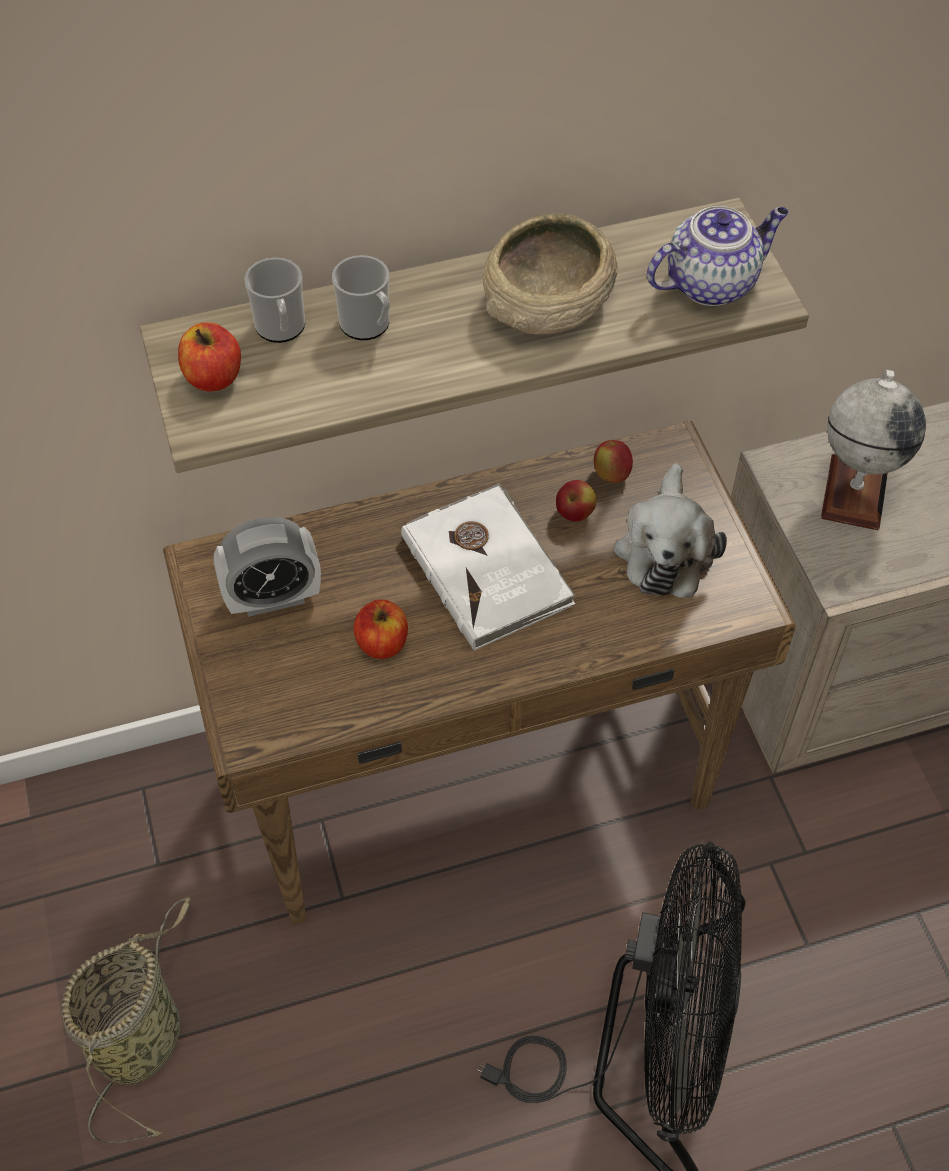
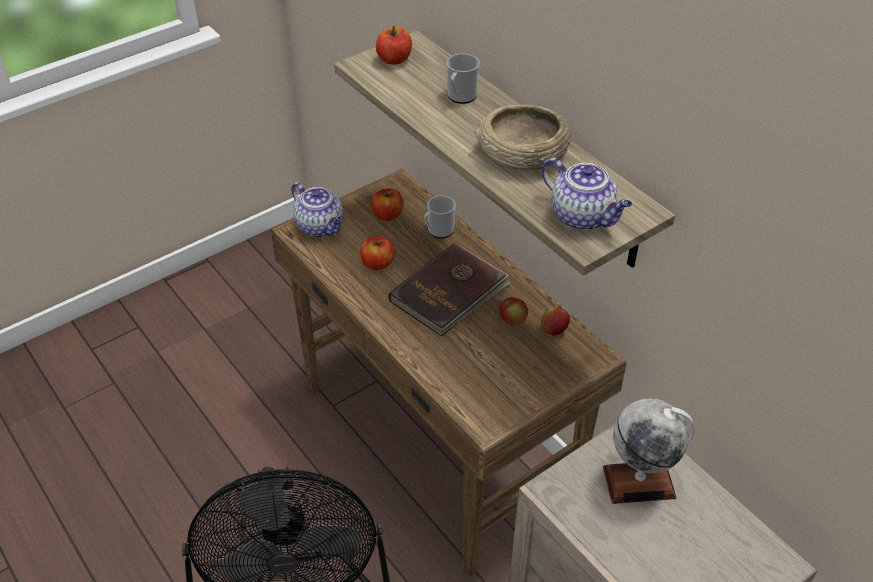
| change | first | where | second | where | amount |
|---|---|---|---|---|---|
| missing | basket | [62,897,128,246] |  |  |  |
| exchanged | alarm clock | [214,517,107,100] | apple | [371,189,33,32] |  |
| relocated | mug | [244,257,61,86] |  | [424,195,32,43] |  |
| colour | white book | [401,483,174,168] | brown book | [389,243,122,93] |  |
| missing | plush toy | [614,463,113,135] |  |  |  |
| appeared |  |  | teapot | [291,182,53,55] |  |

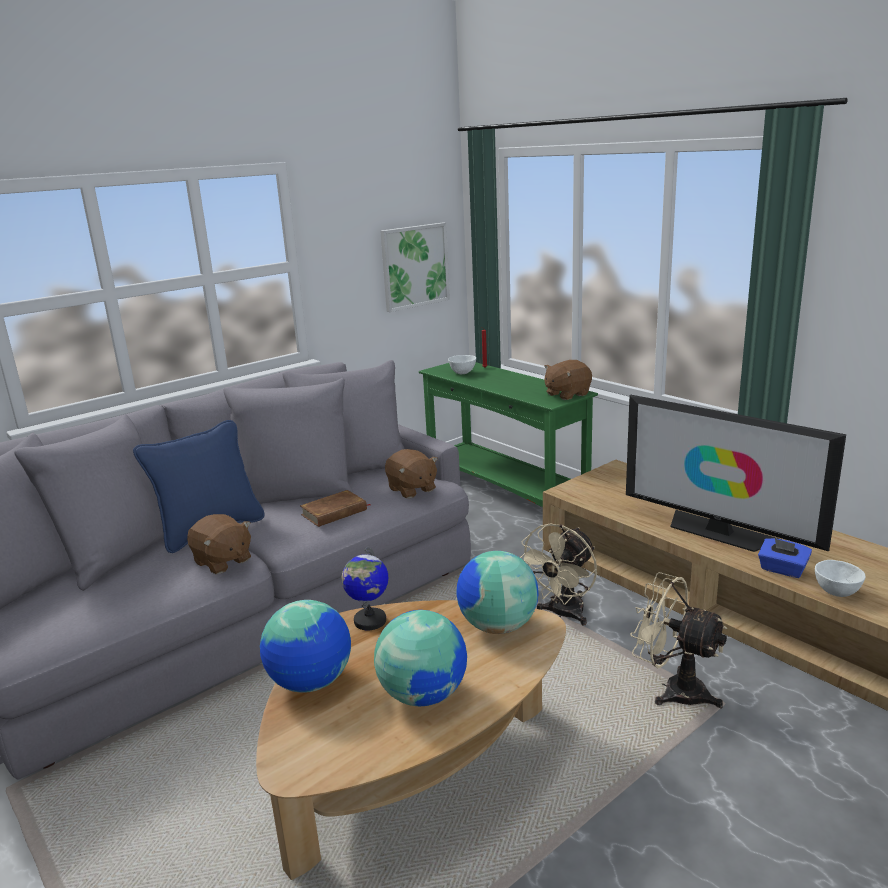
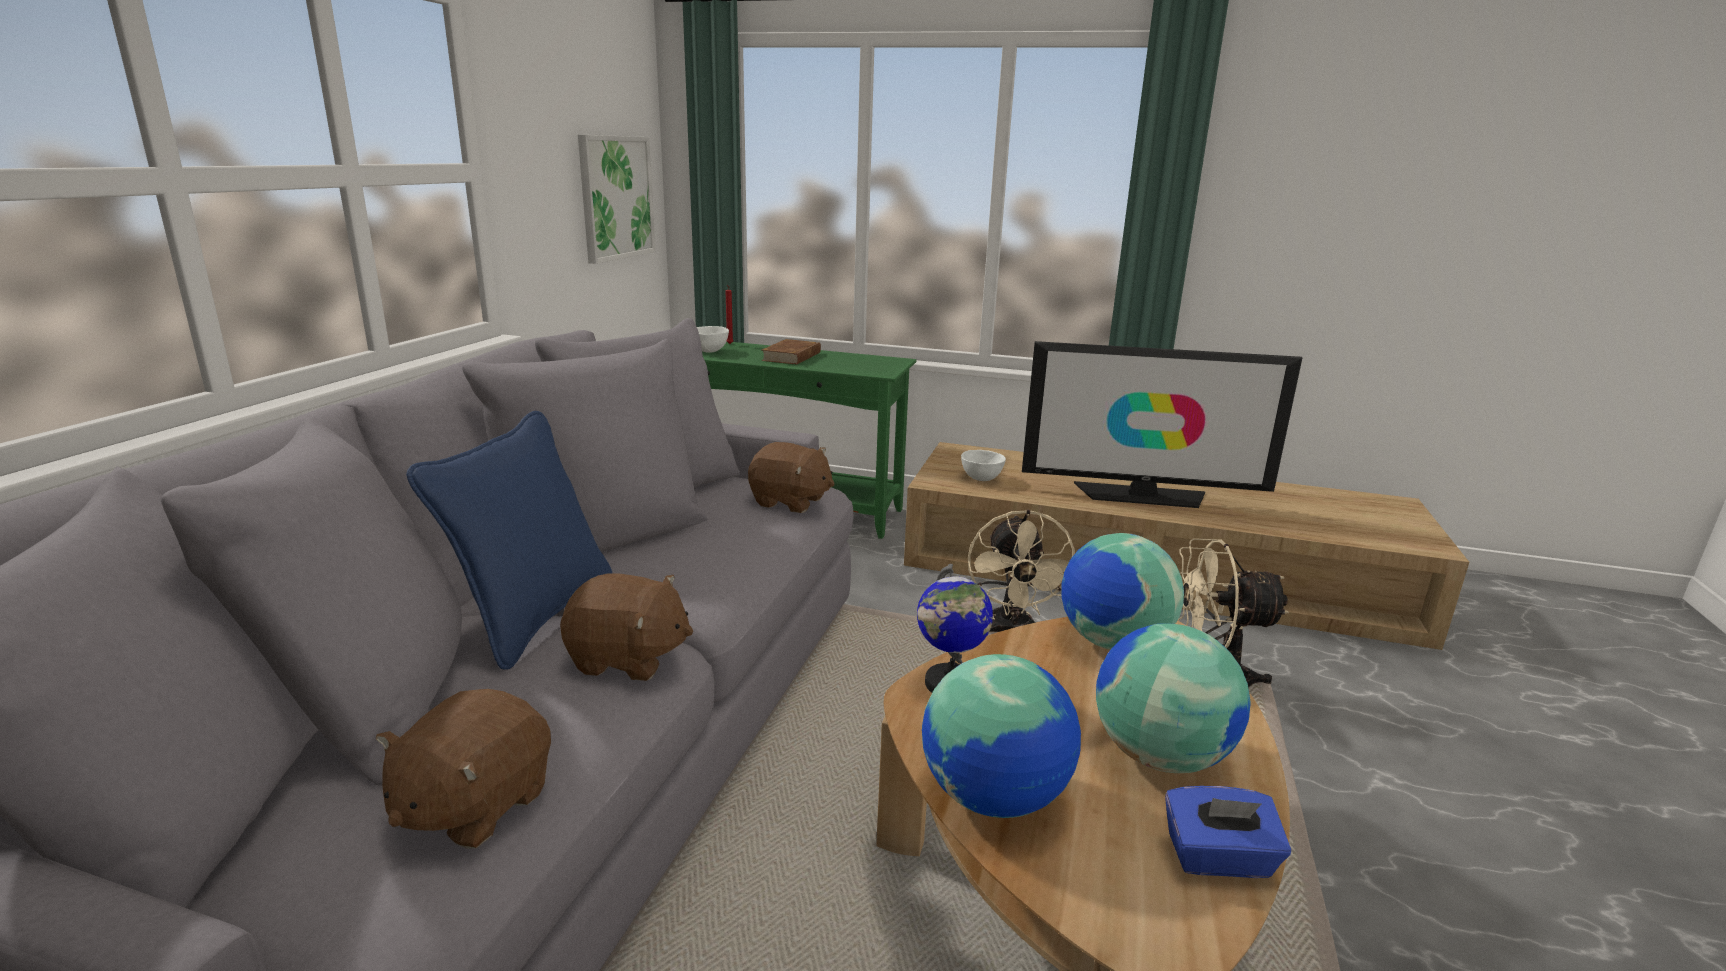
| change | first | where | second | where | amount |
|---|---|---|---|---|---|
| relocated | brown book | [300,490,70,37] |  | [761,339,60,26] |  |
| relocated | brown plush toy | [544,360,48,40] |  | [376,689,175,160] |  |
| relocated | blue tissue box | [758,538,54,40] |  | [1165,786,126,92] |  |
| relocated | white bowl | [815,560,50,37] |  | [961,450,45,31] |  |

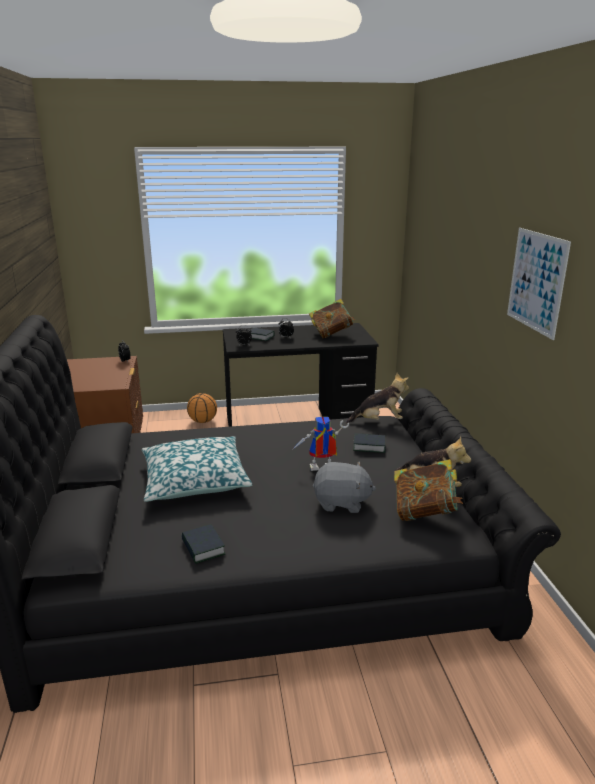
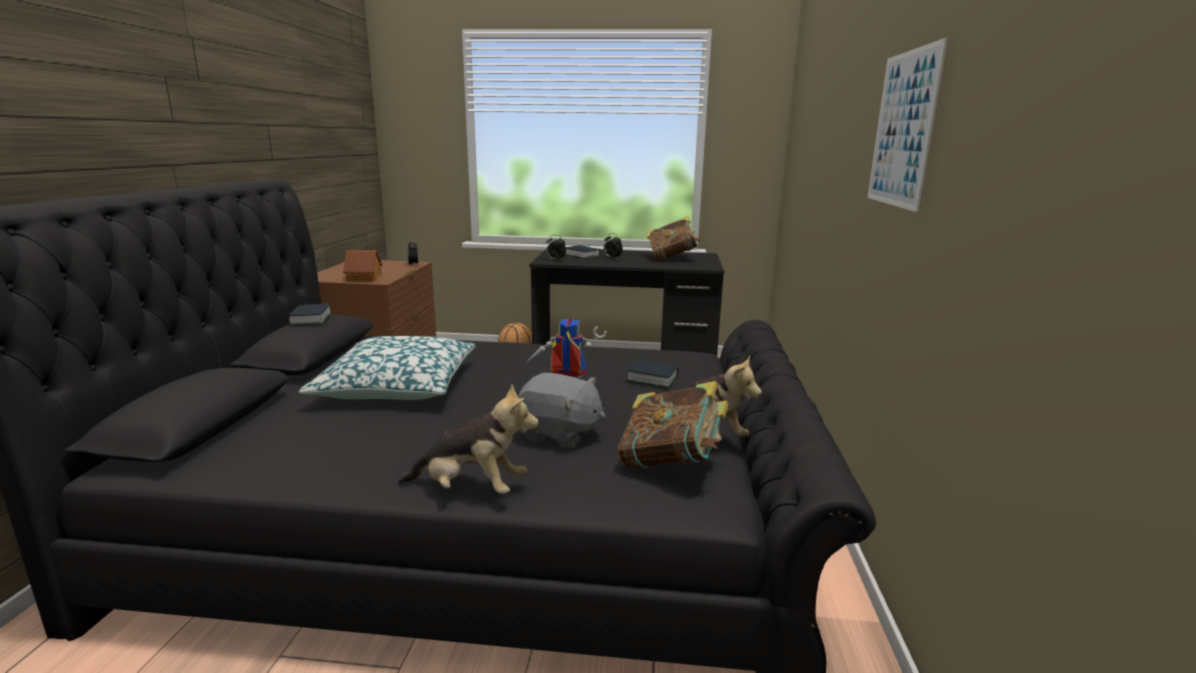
| change | first | where | second | where | amount |
|---|---|---|---|---|---|
| relocated | book | [181,524,44,40] |  | [288,304,44,22] |  |
| relocated | plush toy | [346,373,63,51] |  | [398,384,141,110] |  |
| appeared |  |  | toy house | [343,250,39,32] |  |

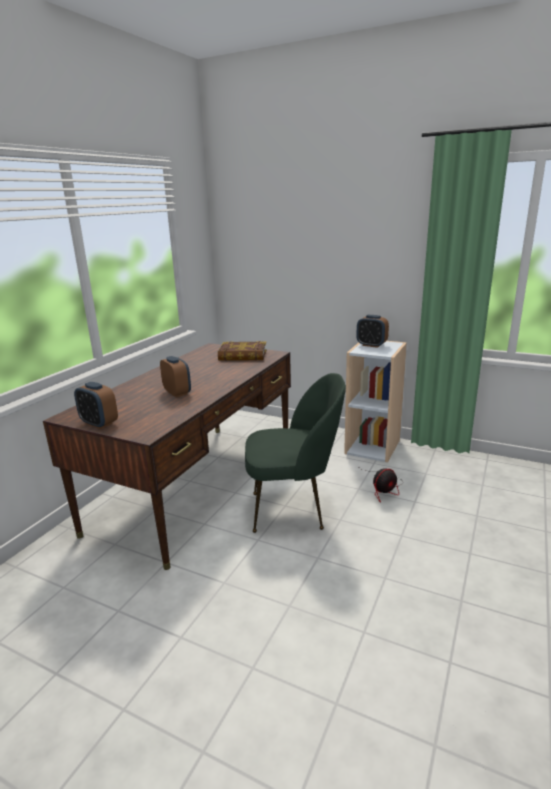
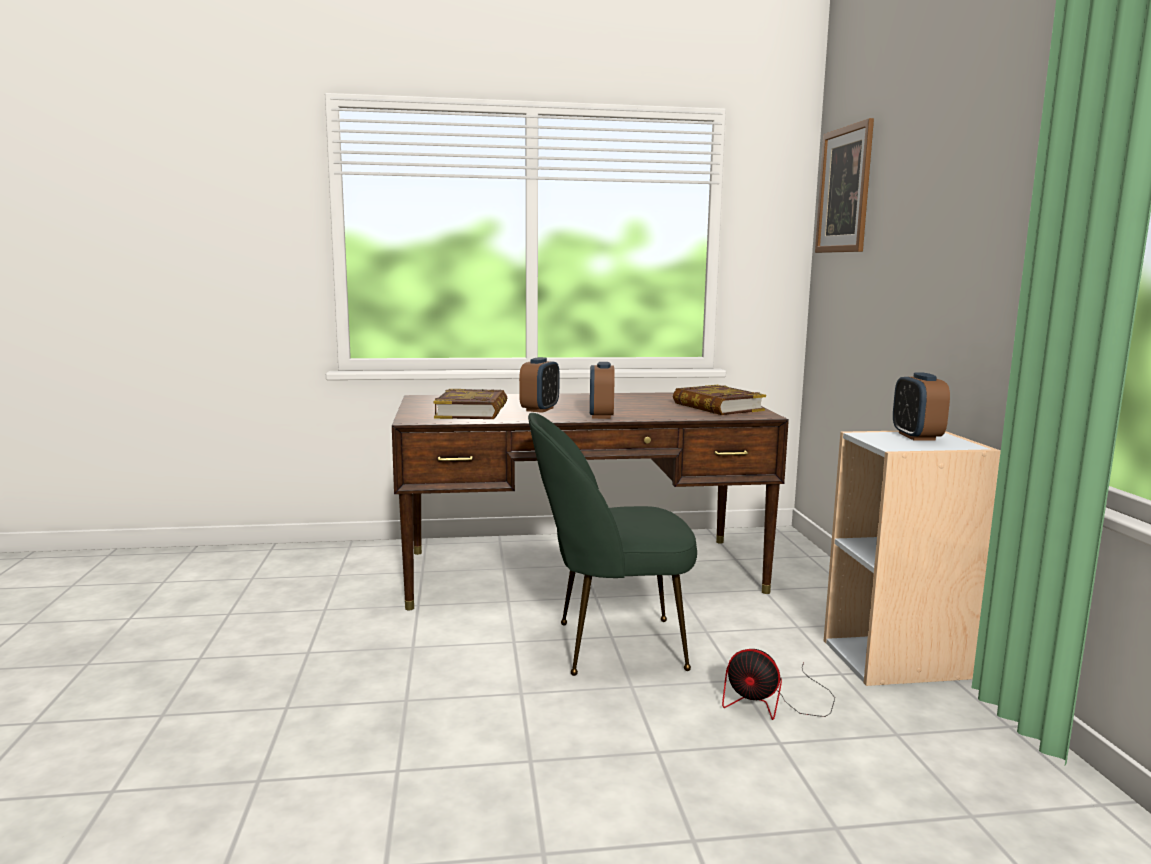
| change | first | where | second | where | amount |
|---|---|---|---|---|---|
| relocated | alarm clock | [74,382,44,47] |  | [590,362,25,57] |  |
| spun | green chair | [245,373,101,160] |  | [528,413,169,263] | 120 degrees clockwise |
| appeared |  |  | book | [434,389,73,30] |  |
| appeared |  |  | picture | [815,118,59,135] |  |

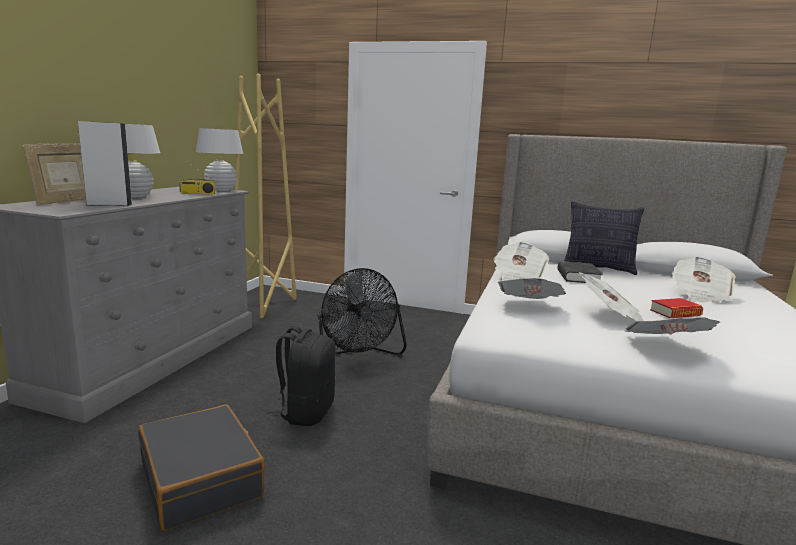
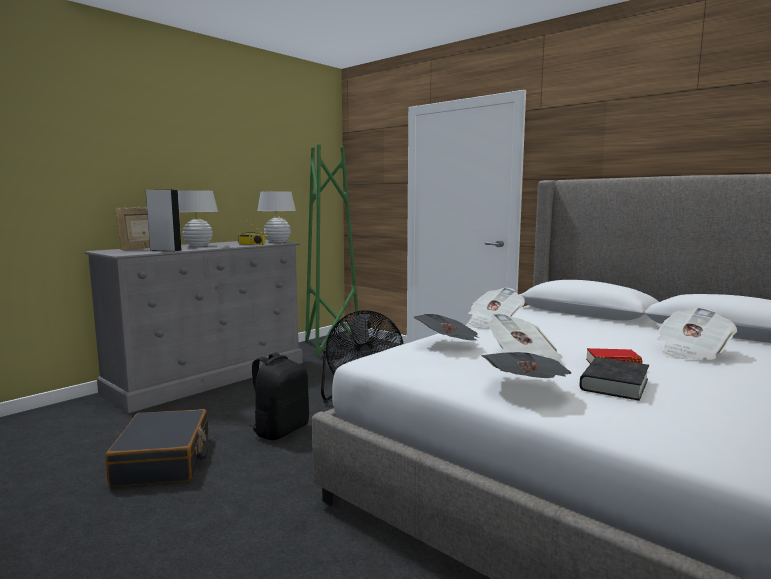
| change | first | where | second | where | amount |
|---|---|---|---|---|---|
| colour | yellow clothes rack | [235,74,62,245] | green clothes rack | [305,143,53,214] |  |
| relocated | black book | [557,261,46,22] |  | [580,357,69,44] |  |
| missing | pillow | [564,201,80,74] |  |  |  |

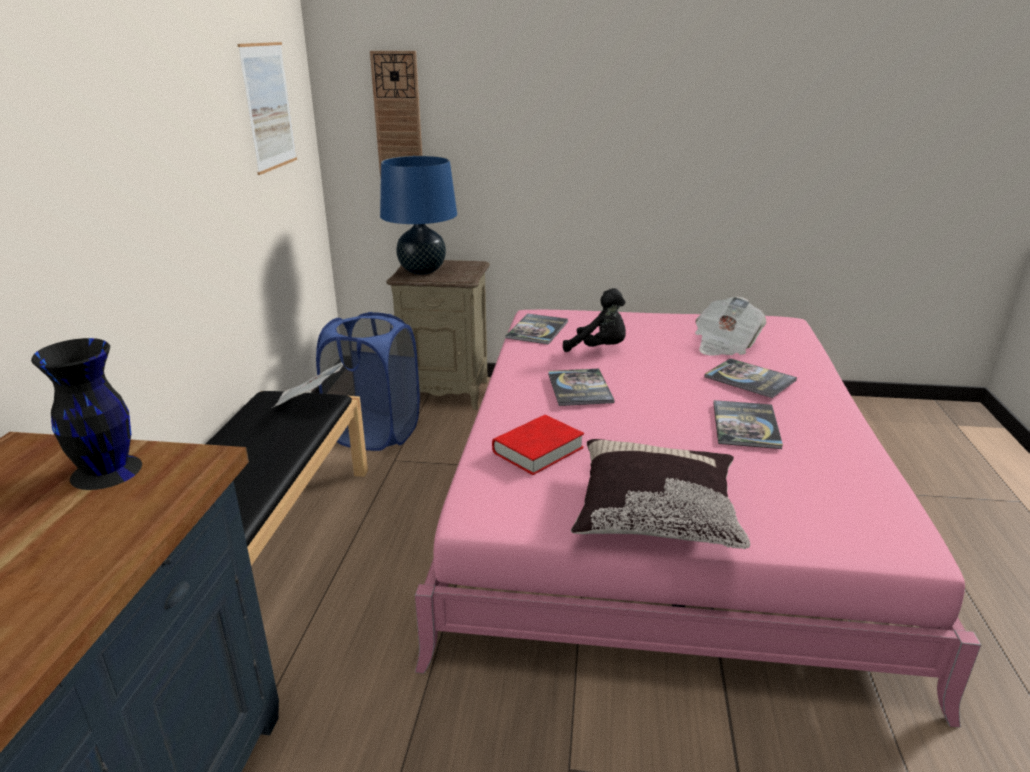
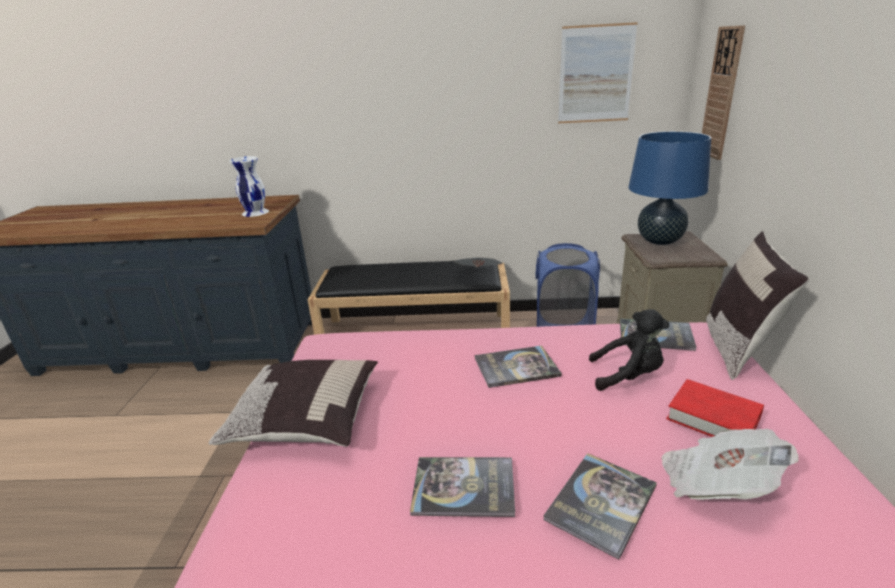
| change | first | where | second | where | amount |
|---|---|---|---|---|---|
| colour | black vase | [31,338,111,152] | white vase | [229,156,40,61] |  |
| relocated | red book | [492,415,92,60] |  | [666,379,98,58] |  |
| spun | black plush toy | [563,288,63,64] |  | [589,309,80,82] | 105 degrees counterclockwise |
| appeared |  |  | pillow | [706,231,103,149] |  |

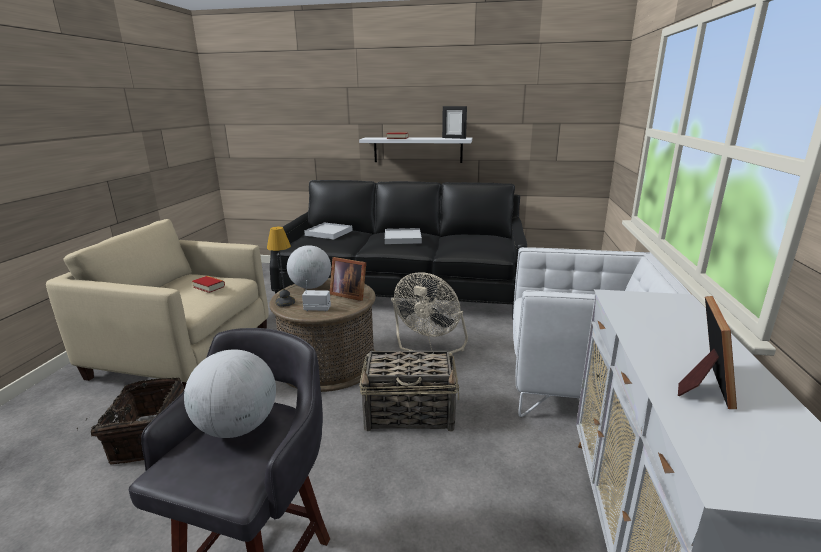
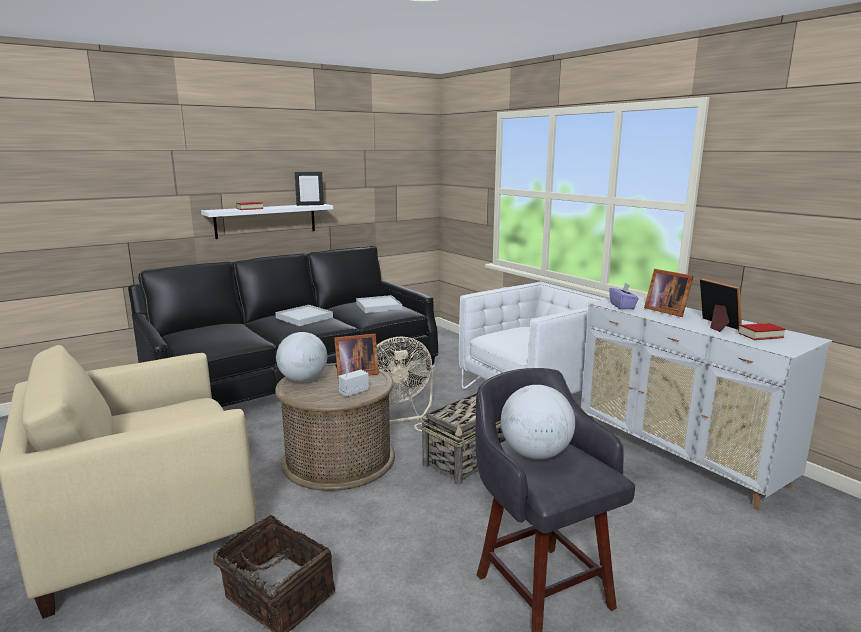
| change | first | where | second | where | amount |
|---|---|---|---|---|---|
| relocated | book | [192,276,33,17] |  | [738,323,48,17] |  |
| missing | table lamp | [267,227,28,80] |  |  |  |
| relocated | white tray | [304,222,49,17] |  | [356,295,46,18] |  |
| appeared |  |  | purple tissue box | [609,283,30,26] |  |
| appeared |  |  | picture frame | [644,269,50,48] |  |

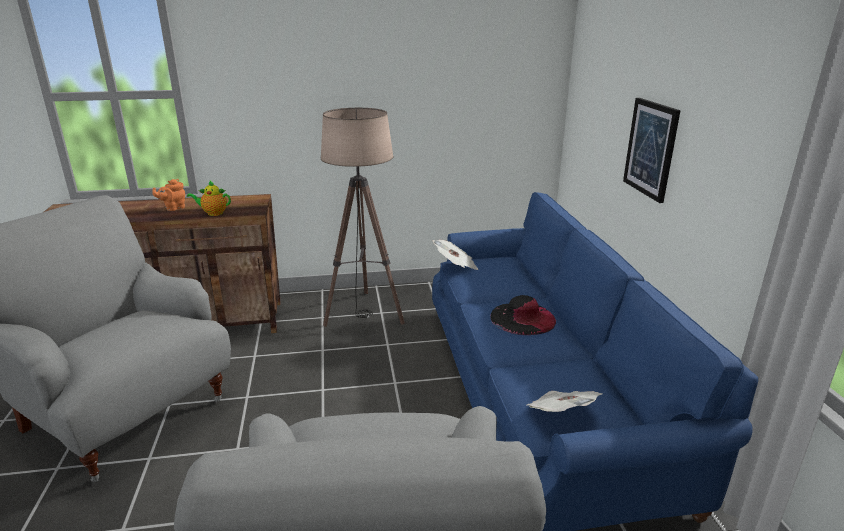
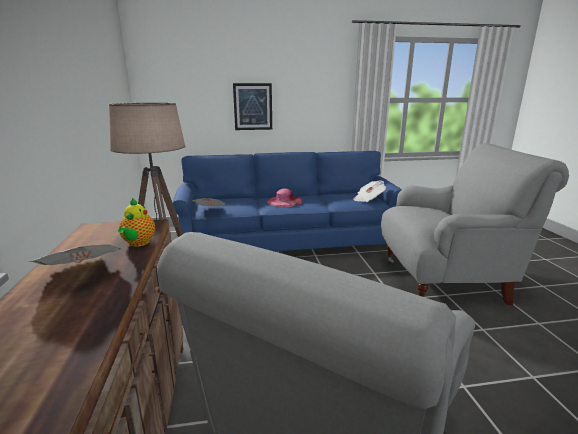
| change | first | where | second | where | amount |
|---|---|---|---|---|---|
| exchanged | orange teapot | [152,179,33,32] | newspaper | [28,244,93,21] |  |
| colour | black hat | [490,295,66,40] | pink hat | [267,188,36,19] |  |

